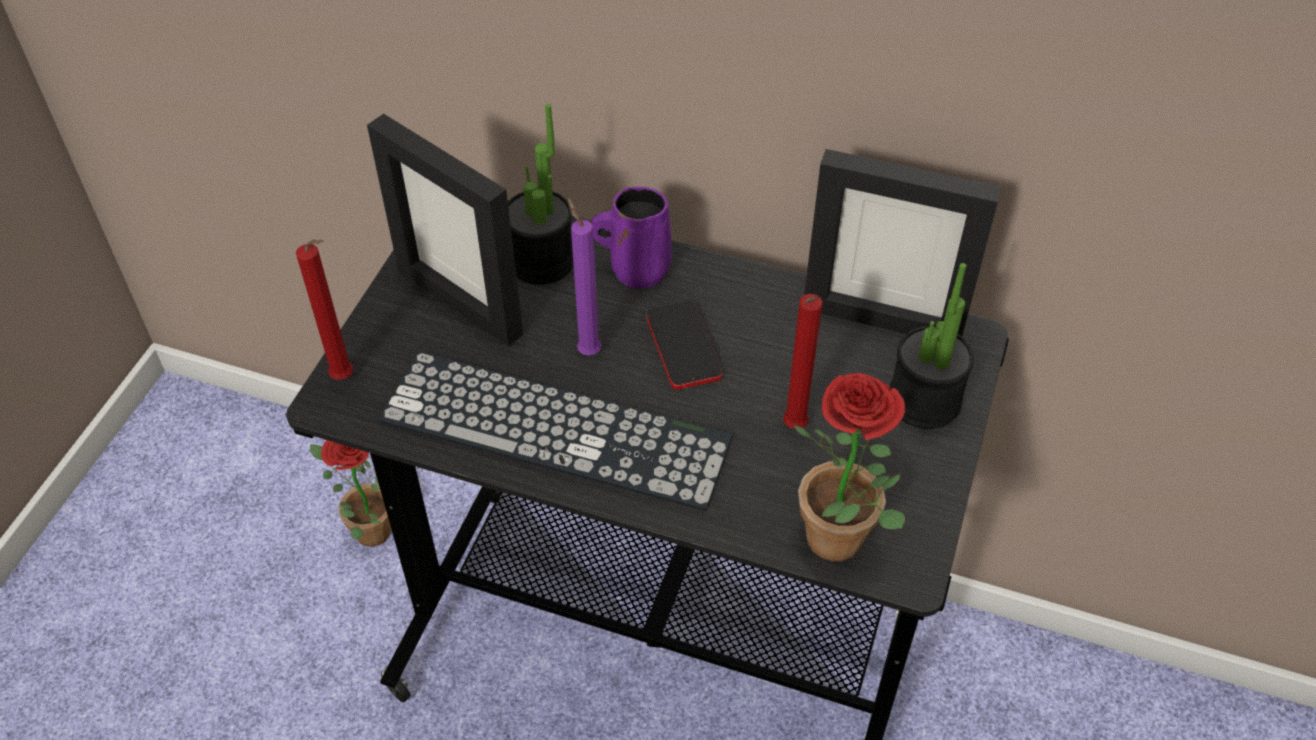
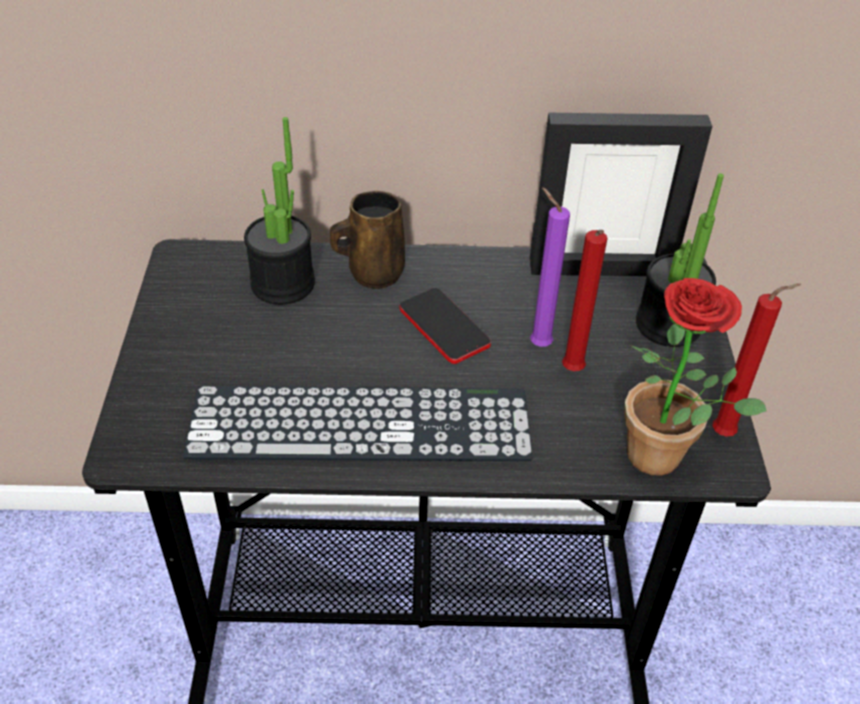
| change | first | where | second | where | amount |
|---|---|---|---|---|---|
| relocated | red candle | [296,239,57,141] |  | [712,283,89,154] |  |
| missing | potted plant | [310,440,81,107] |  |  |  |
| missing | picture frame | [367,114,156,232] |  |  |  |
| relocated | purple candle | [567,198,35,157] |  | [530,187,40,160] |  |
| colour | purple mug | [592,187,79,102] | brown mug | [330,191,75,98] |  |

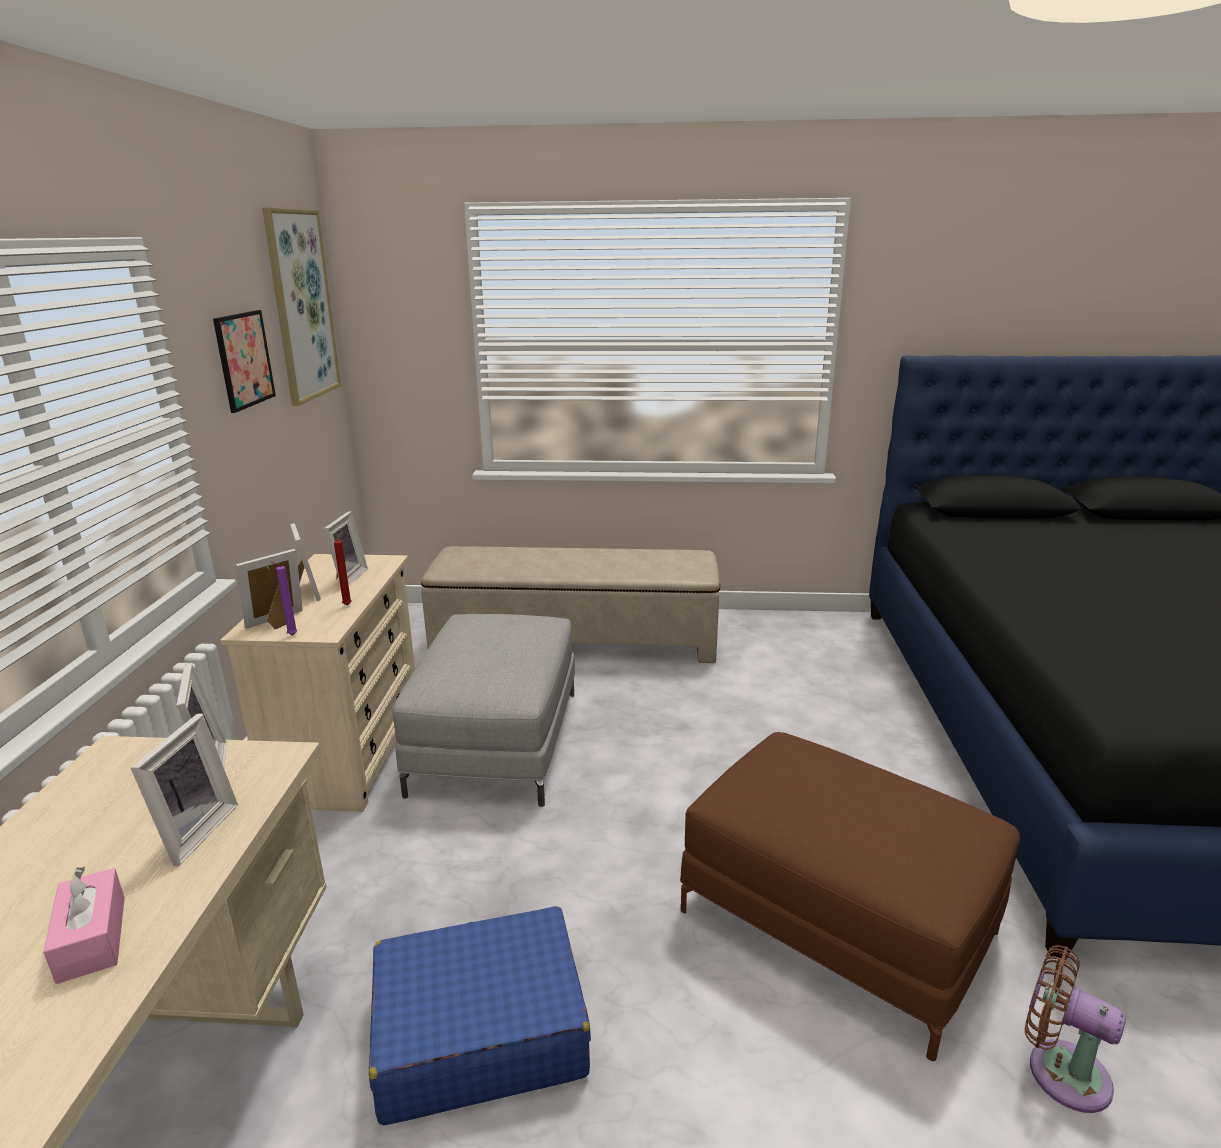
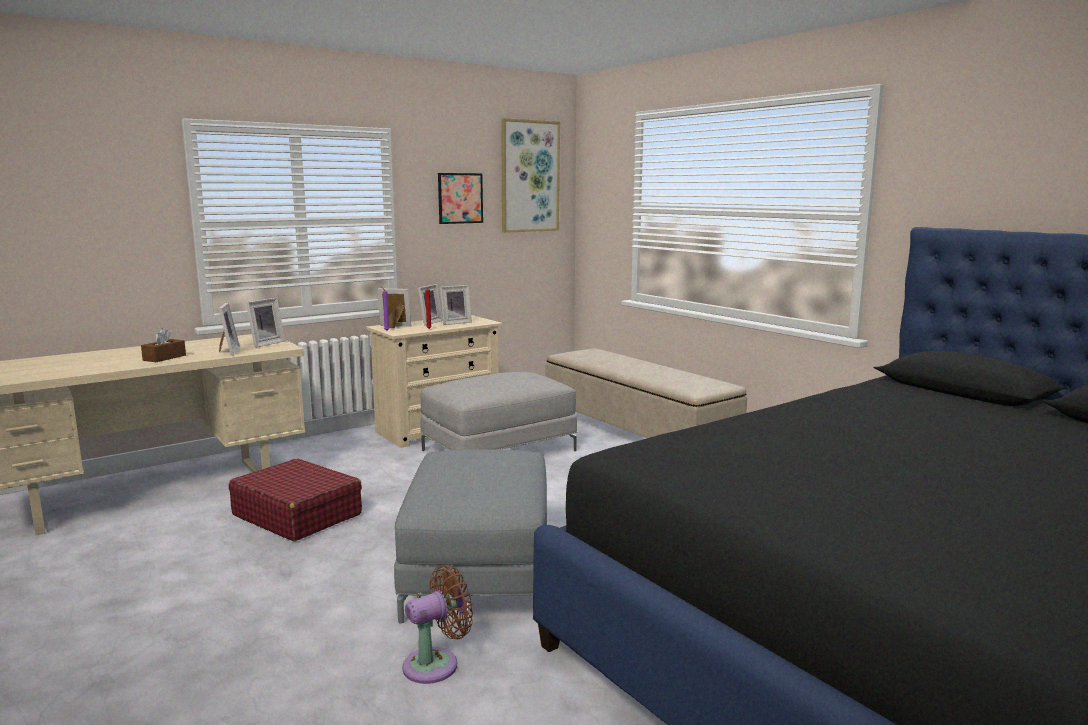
| change | first | where | second | where | amount |
|---|---|---|---|---|---|
| colour | pink tissue box | [43,866,82,118] | brown tissue box | [141,328,45,34] |  |
| spun | picture frame | [131,713,107,153] |  | [219,303,21,52] | 75 degrees counterclockwise |
| colour | blue suitcase | [369,906,222,219] | red suitcase | [229,458,133,83] |  |
| colour | brown ottoman | [680,732,340,329] | grey ottoman | [394,449,153,174] |  |
| spun | brown fan | [1025,945,101,168] |  | [402,565,71,119] | 60 degrees clockwise |

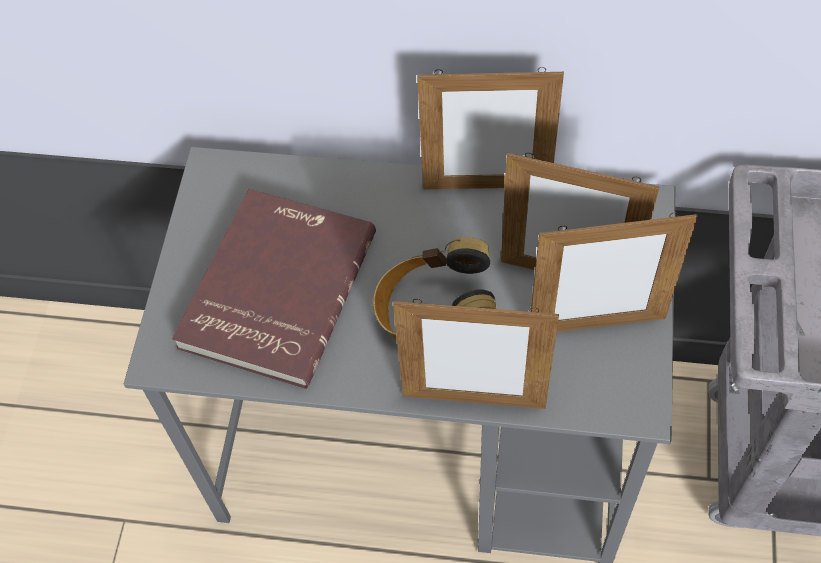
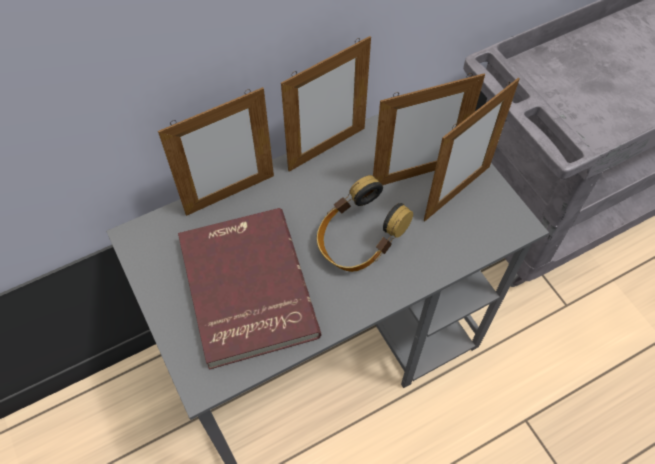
| change | first | where | second | where | amount |
|---|---|---|---|---|---|
| relocated | picture frame | [393,299,166,110] |  | [158,87,116,129] |  |

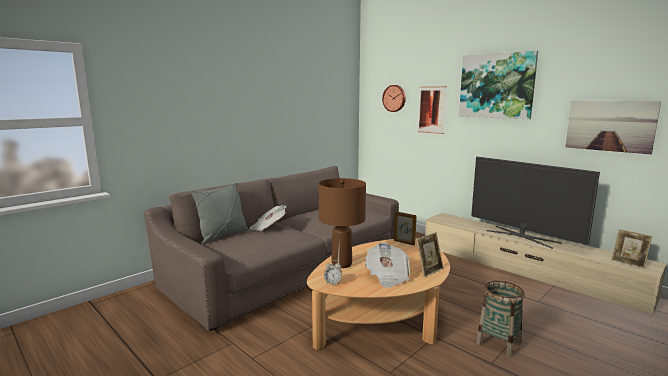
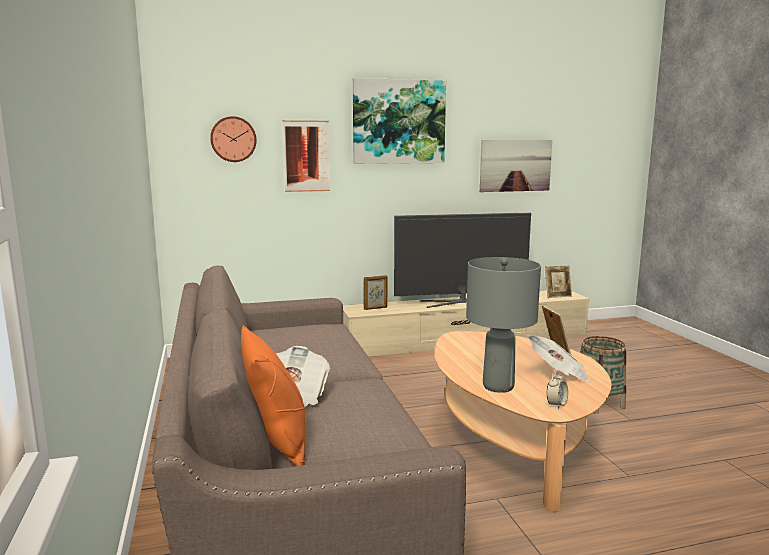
| change | first | where | second | where | amount |
|---|---|---|---|---|---|
| colour | grey pillow | [191,183,58,61] | orange pillow | [241,325,64,141] |  |
| colour | brown table lamp | [319,178,47,90] | grey table lamp | [466,257,75,136] |  |
| relocated | picture frame | [394,211,23,34] |  | [364,275,23,35] |  |

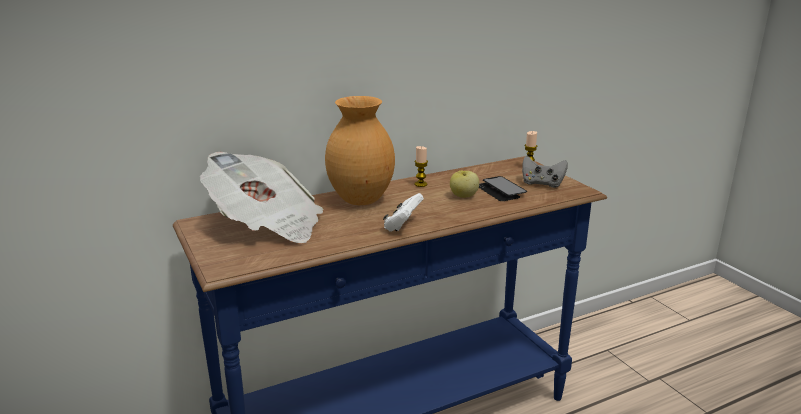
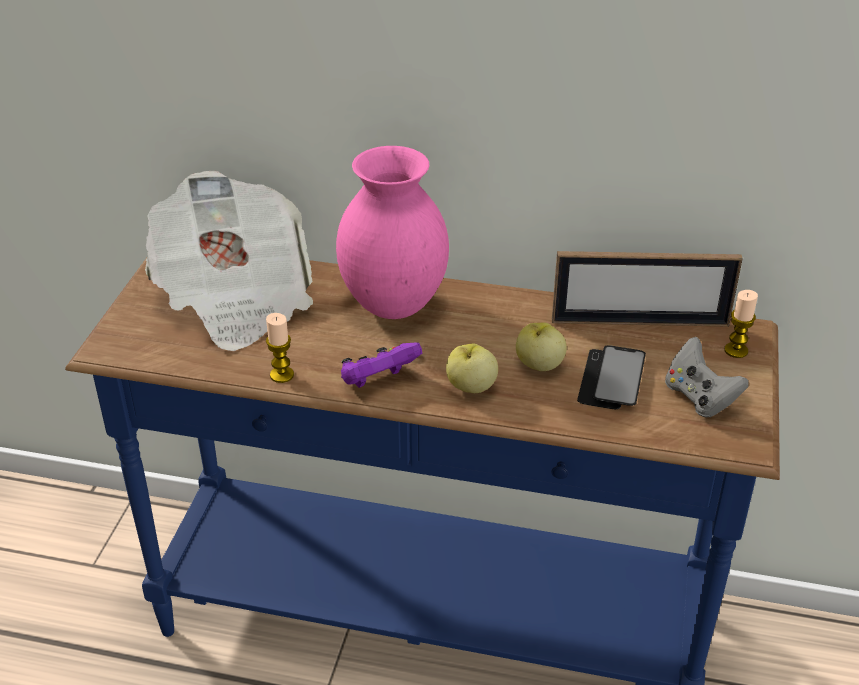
| change | first | where | second | where | amount |
|---|---|---|---|---|---|
| colour | brown vase | [325,96,70,109] | pink vase | [336,146,113,173] |  |
| colour | white game controller | [383,193,41,39] | purple game controller | [341,342,81,46] |  |
| relocated | candle | [414,146,14,41] |  | [266,313,28,70] |  |
| appeared |  |  | apple | [446,343,52,50] |  |
| appeared |  |  | picture frame | [552,251,191,76] |  |

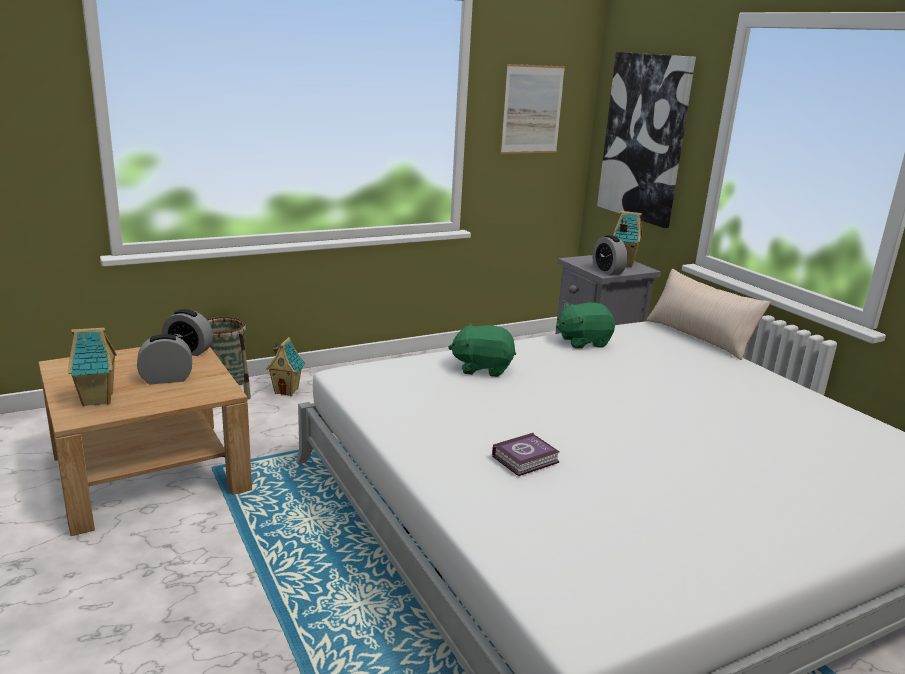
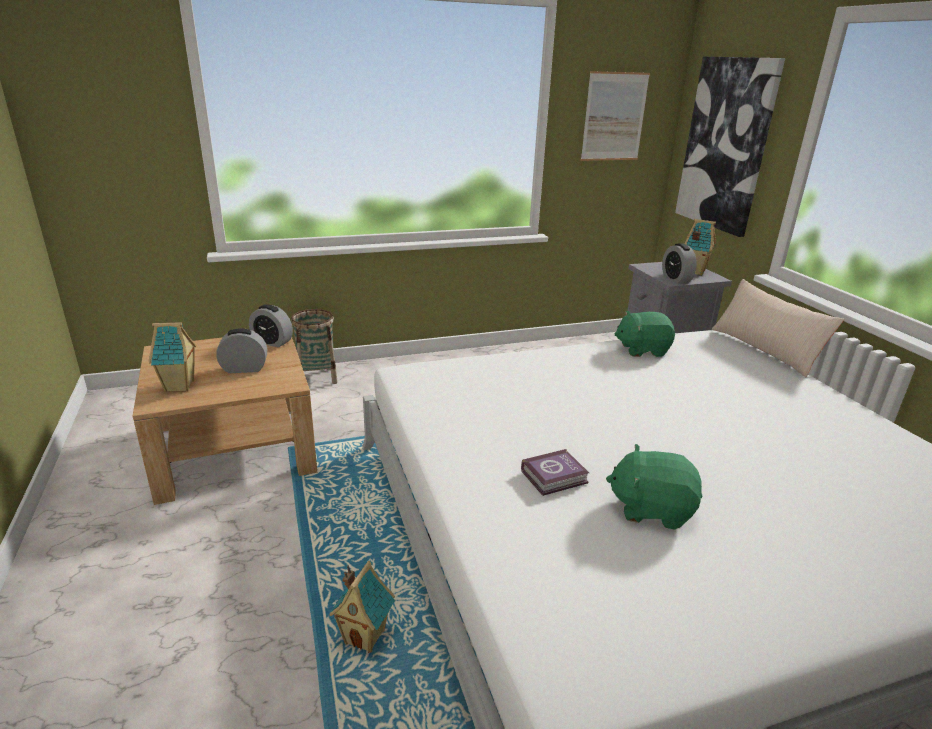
| change | first | where | second | where | amount |
|---|---|---|---|---|---|
| relocated | toy house | [266,337,39,59] |  | [329,561,66,92] |  |
| relocated | green plush toy | [449,323,67,54] |  | [606,444,96,86] |  |

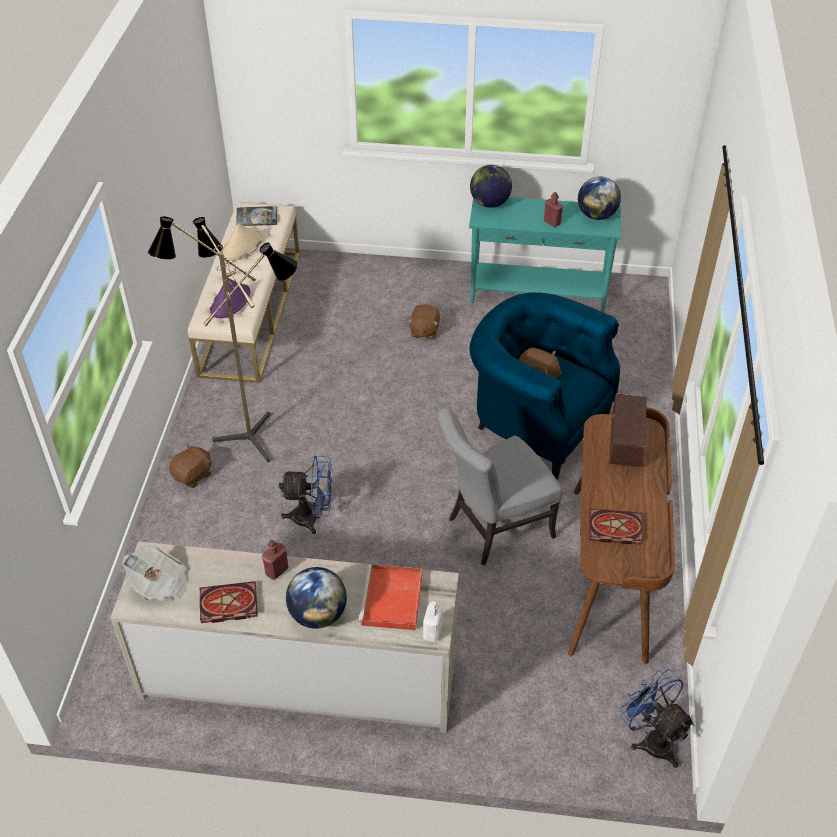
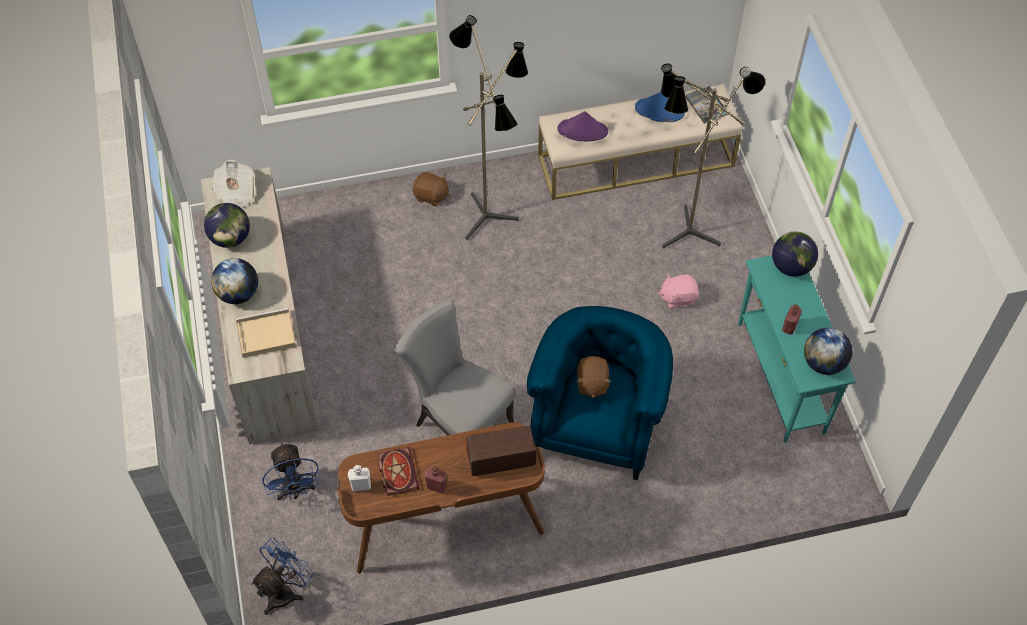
| change | first | where | second | where | amount |
|---|---|---|---|---|---|
| exchanged | book | [200,581,58,42] | globe | [204,203,46,45] |  |
| colour | beige hat | [221,224,42,37] | blue hat | [635,92,50,30] |  |
| relocated | red bottle | [262,540,26,40] |  | [425,466,22,27] |  |
| relocated | blue fan | [279,456,53,78] |  | [262,442,59,58] |  |
| colour | red tray | [359,564,64,66] | beige tray | [236,308,60,50] |  |
| colour | brown plush toy | [408,304,32,36] | pink plush toy | [658,274,41,35] |  |
| relocated | white bottle | [423,601,20,41] |  | [348,465,23,26] |  |
| appeared |  |  | floor lamp | [661,64,104,185] |  |

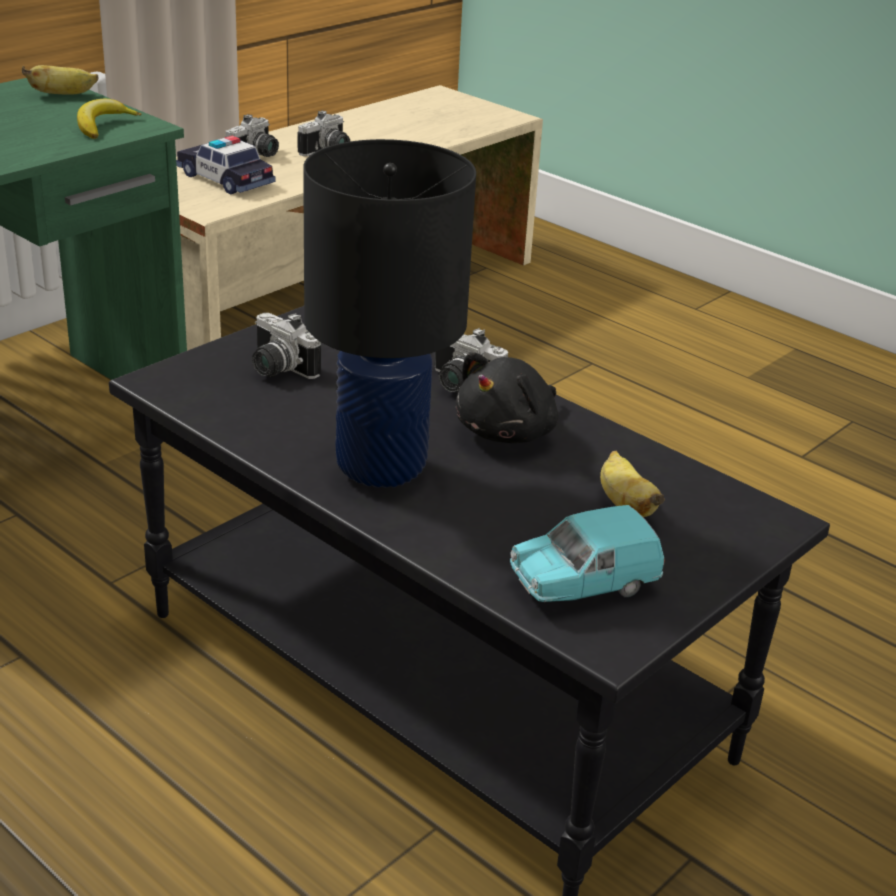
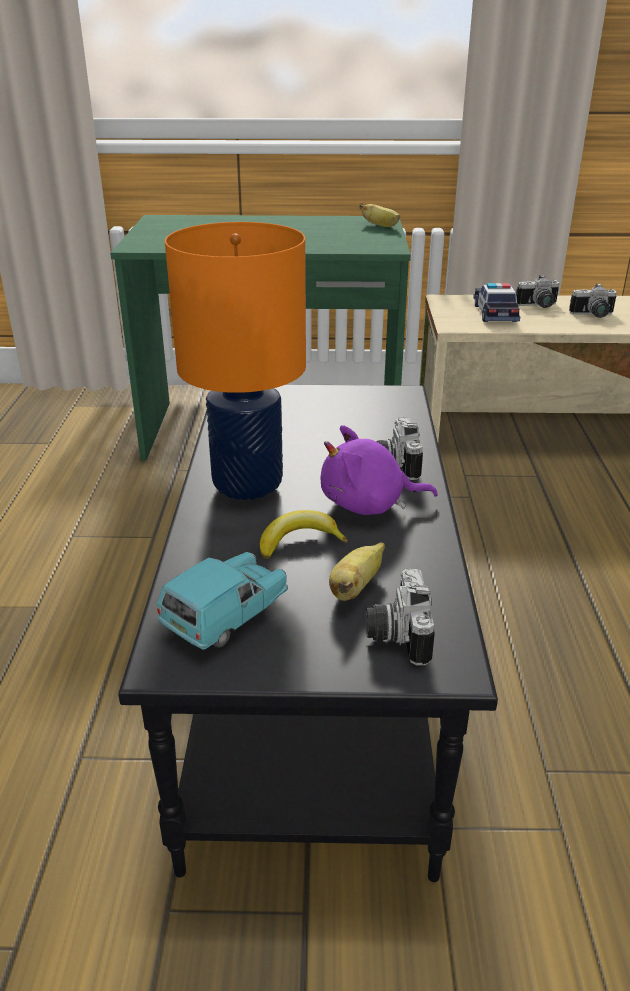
| change | first | where | second | where | amount |
|---|---|---|---|---|---|
| relocated | banana | [77,99,64,40] |  | [260,510,88,49] |  |
| relocated | photo camera | [252,313,69,66] |  | [366,569,69,97] |  |
| colour | black table lamp | [303,139,173,349] | orange table lamp | [165,222,141,278] |  |
| colour | black plush toy | [456,352,102,91] | purple plush toy | [321,425,117,90] |  |
| spun | turquoise toy car | [510,505,155,97] |  | [157,552,131,98] | 105 degrees clockwise |

